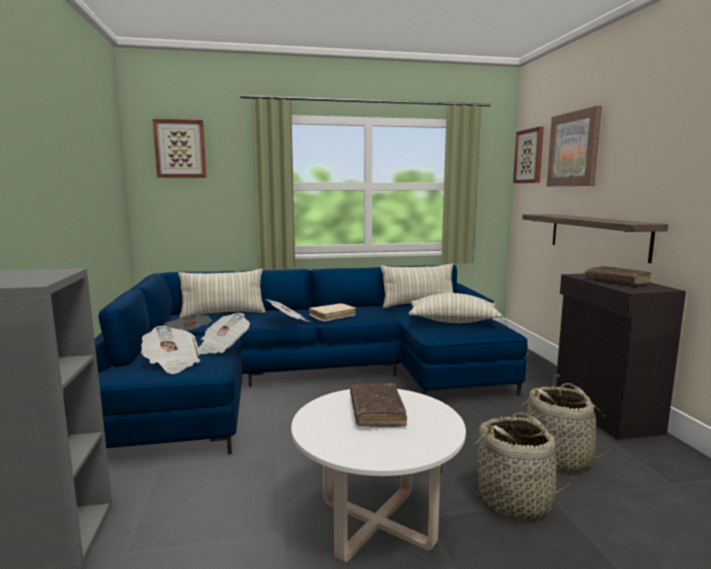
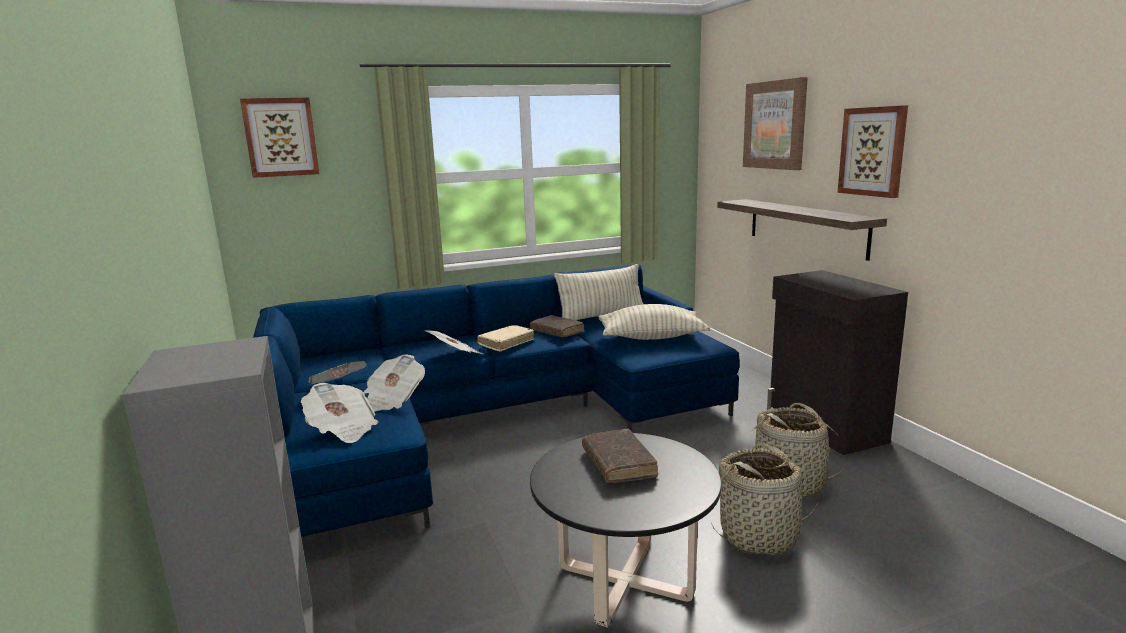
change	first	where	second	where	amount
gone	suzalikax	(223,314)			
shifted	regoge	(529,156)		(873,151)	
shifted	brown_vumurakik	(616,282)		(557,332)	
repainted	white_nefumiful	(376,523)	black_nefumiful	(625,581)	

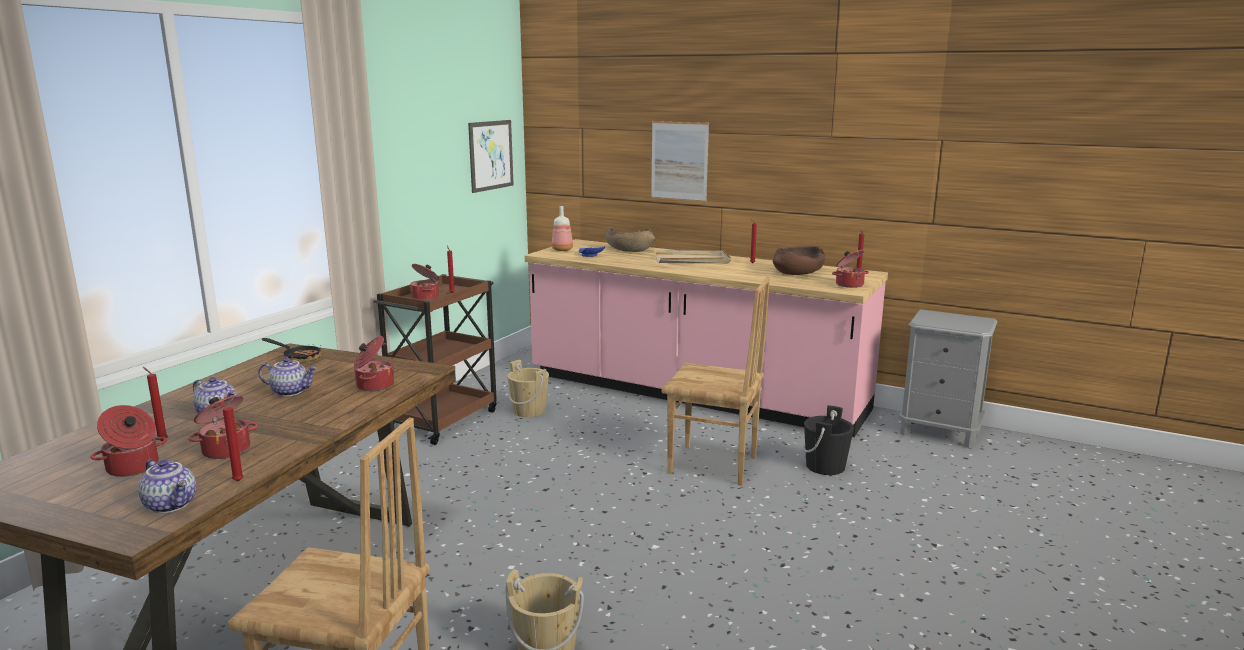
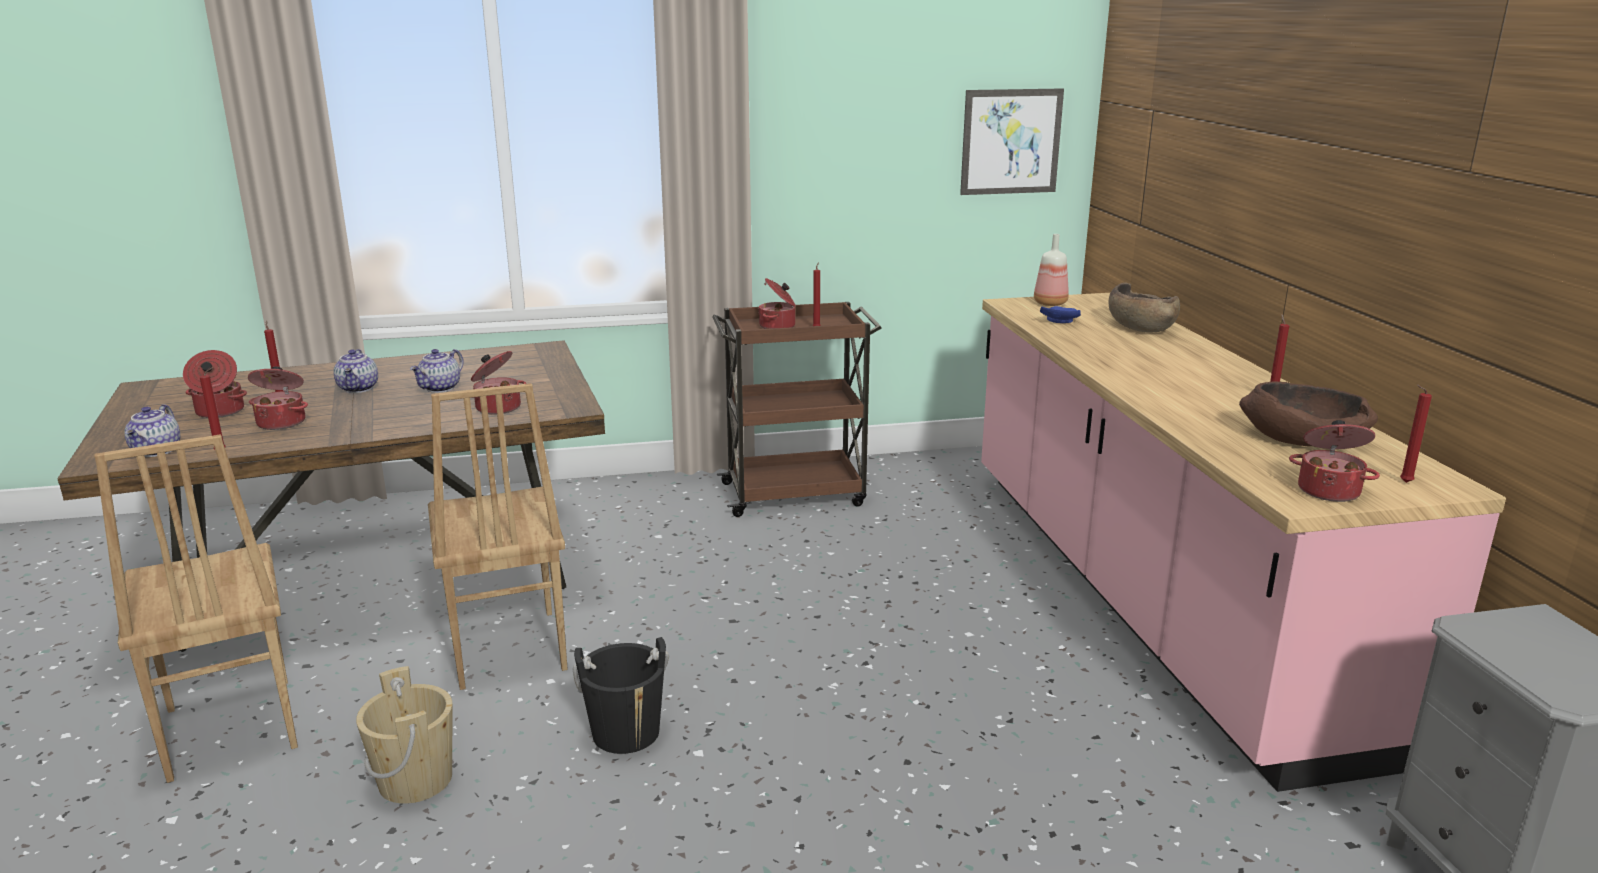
change	first	where	second	where	amount
gone	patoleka	(297,358)			
gone	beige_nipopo	(529,411)			
gone	regoge	(679,161)			
gone	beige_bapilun	(692,260)			
shifted	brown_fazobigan	(713,466)		(505,650)	
shifted	black_nipopo	(825,466)		(626,733)	
rotated	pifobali	(291,391)		(440,388)	60 degrees clockwise

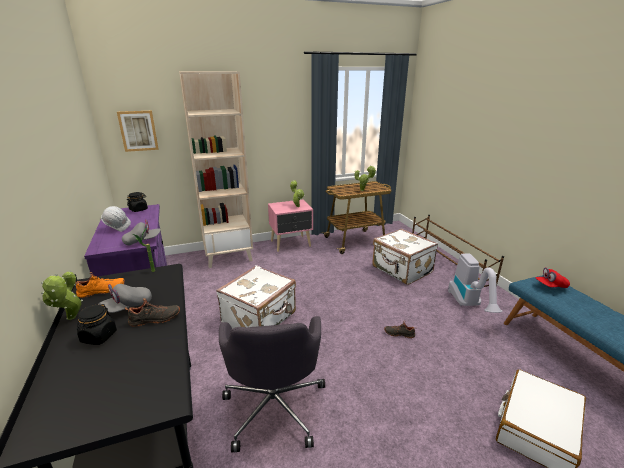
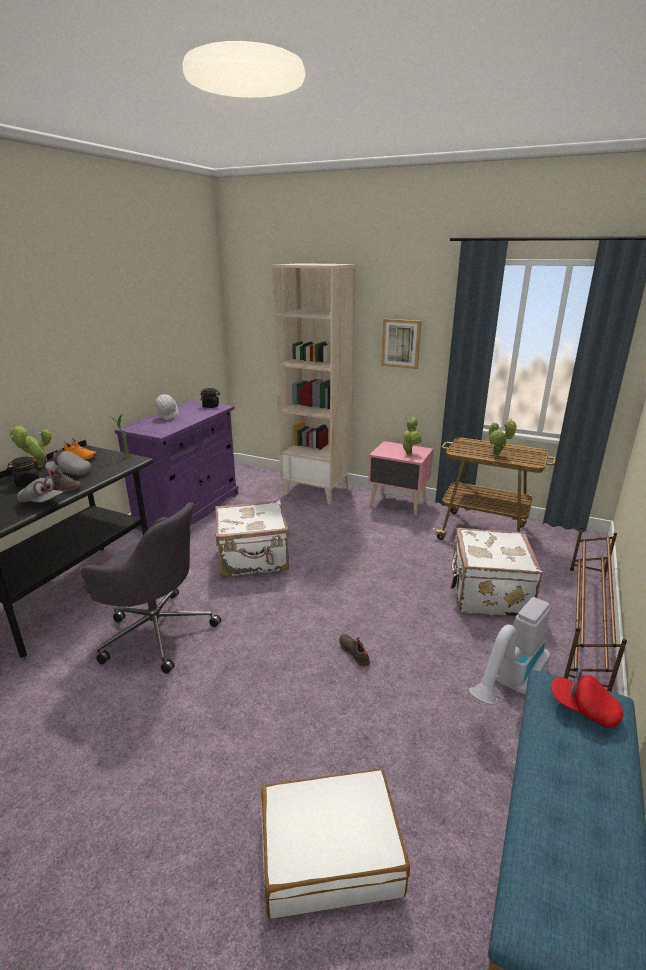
change	first	where	second	where	amount
shifted	regoge	(138,131)		(401,343)	
shifted	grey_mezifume	(142,241)		(42,502)	
rotated	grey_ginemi	(274,406)		(156,631)	105 degrees counterclockwise

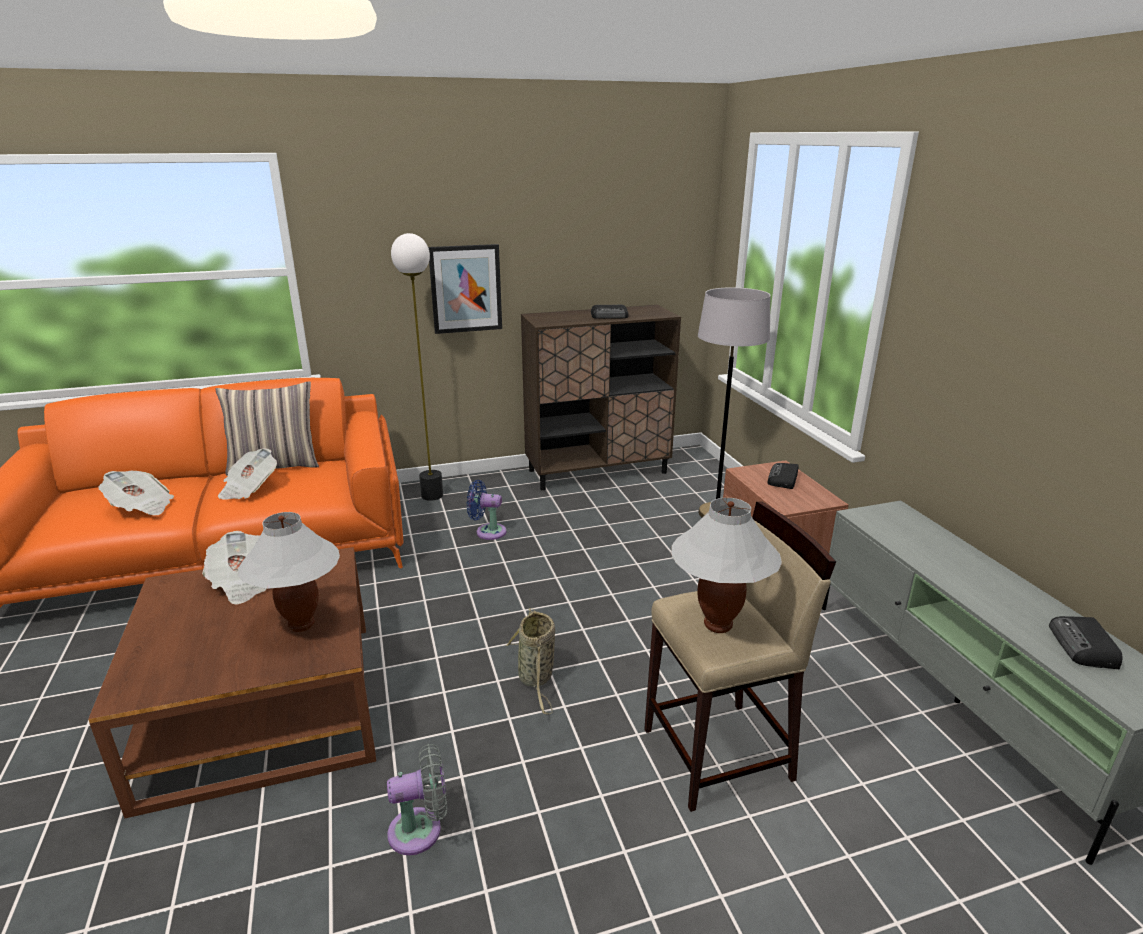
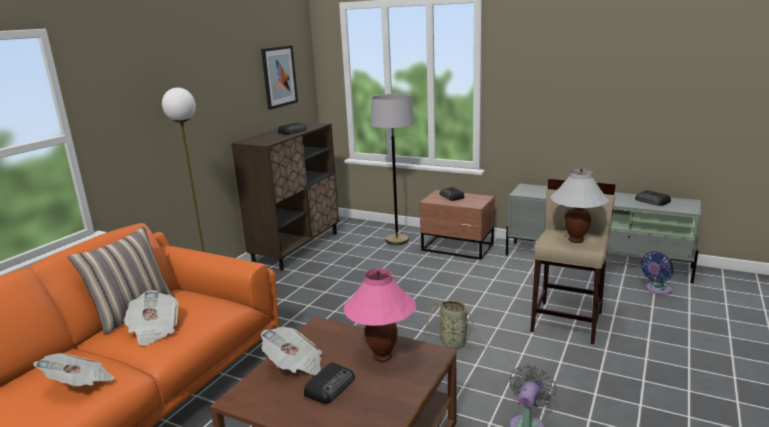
change	first	where	second	where	amount
new			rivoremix	(330,386)	
shifted	regoge	(466,289)		(279,76)	
shifted	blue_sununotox	(487,531)		(657,290)	
repainted	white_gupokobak	(301,624)	pink_gupokobak	(382,356)	

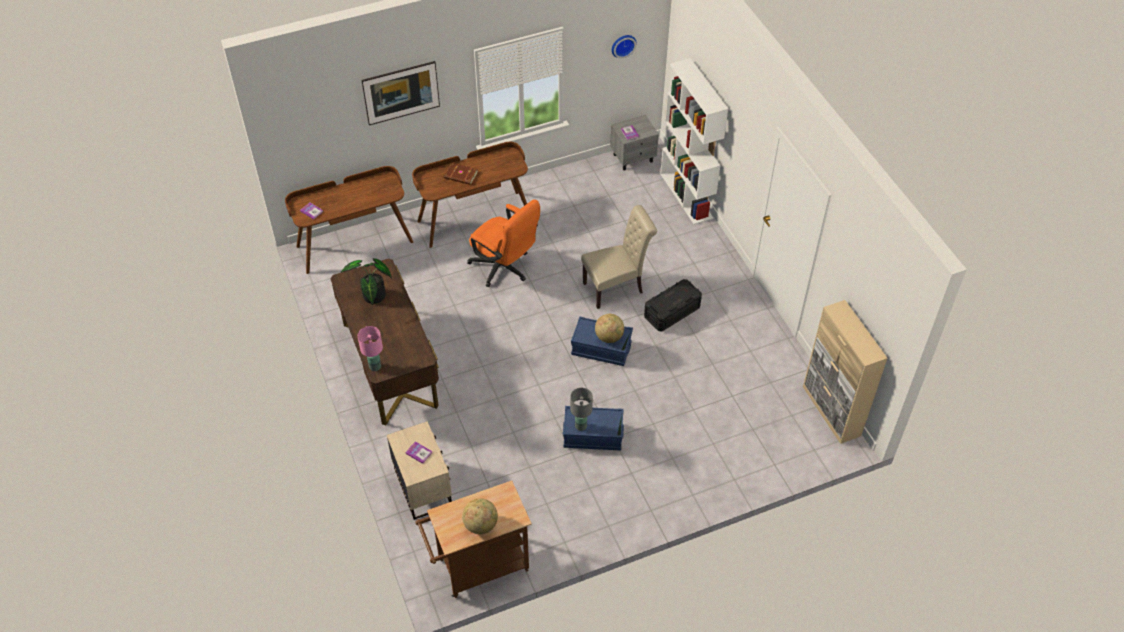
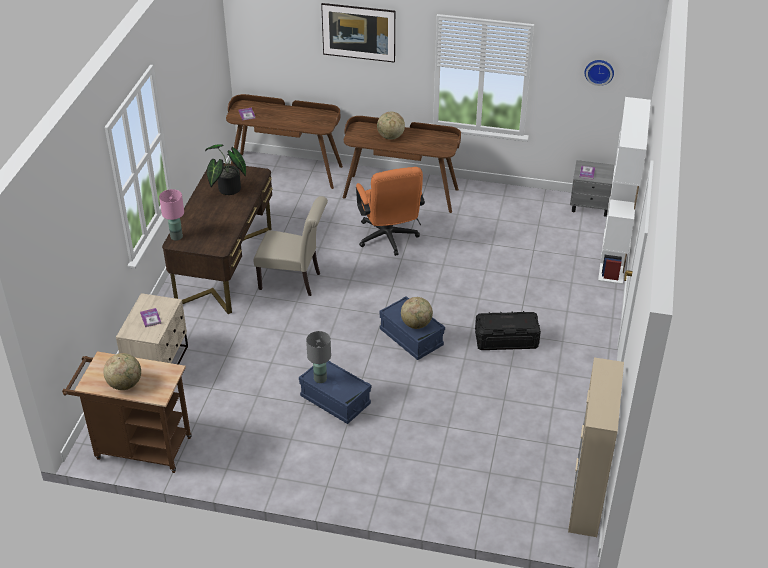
change	first	where	second	where	amount
shifted	beige_fazobigan	(616,287)		(294,281)	
swapped	brown_vumurakik	(460,175)	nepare	(390,137)	

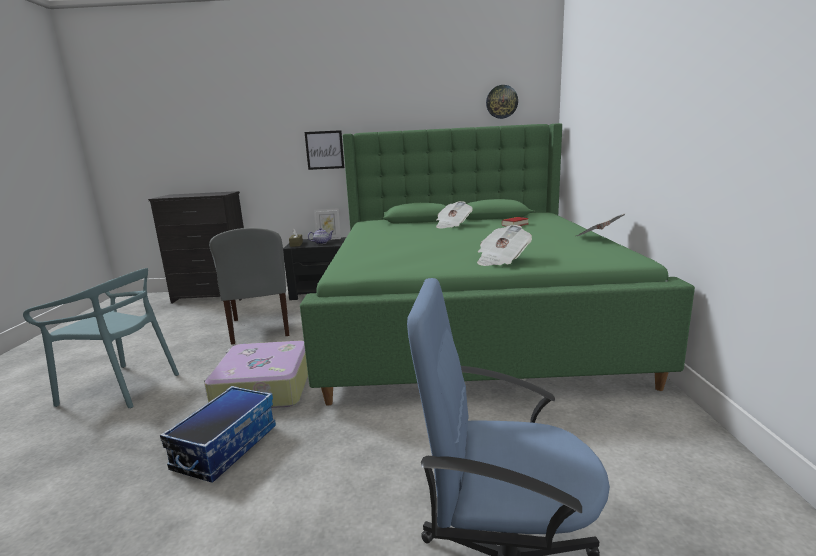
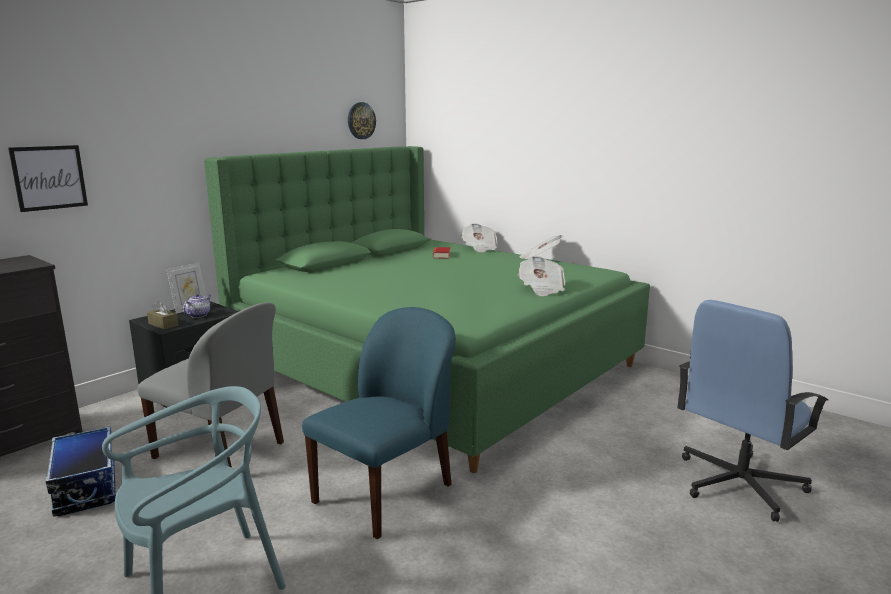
change	first	where	second	where	amount
shifted	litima	(225,447)		(85,487)	
shifted	regoge	(324,150)		(49,177)	
shifted	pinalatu	(452,225)		(479,248)	
swapped	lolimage	(263,388)	blue_fazobigan	(386,492)	

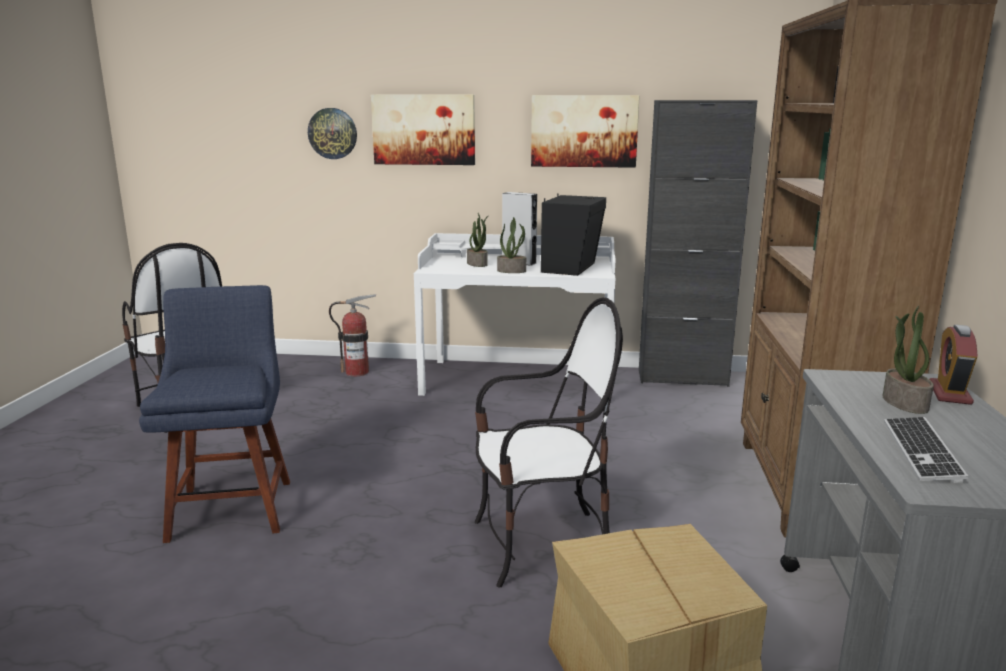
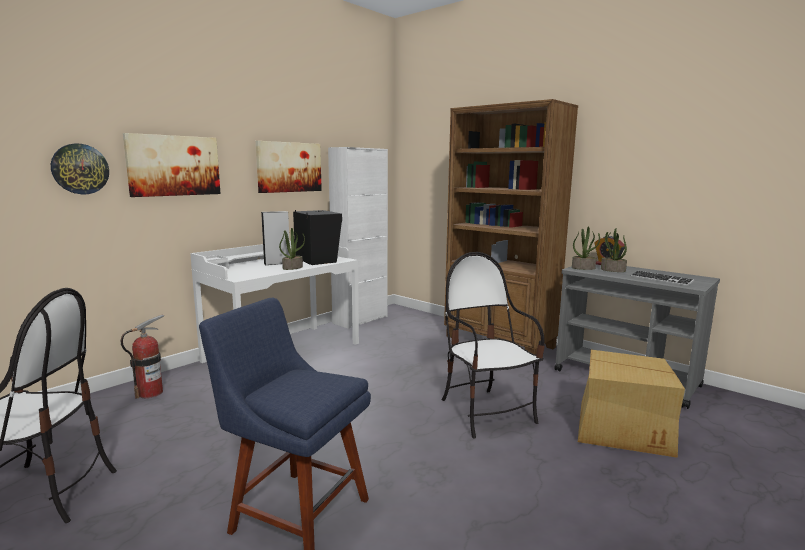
change	first	where	second	where	amount
shifted	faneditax	(477,264)		(583,268)	
repainted	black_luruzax	(682,378)	white_luruzax	(360,320)	
rotated	fazobigan	(542,545)		(486,412)	45 degrees counterclockwise

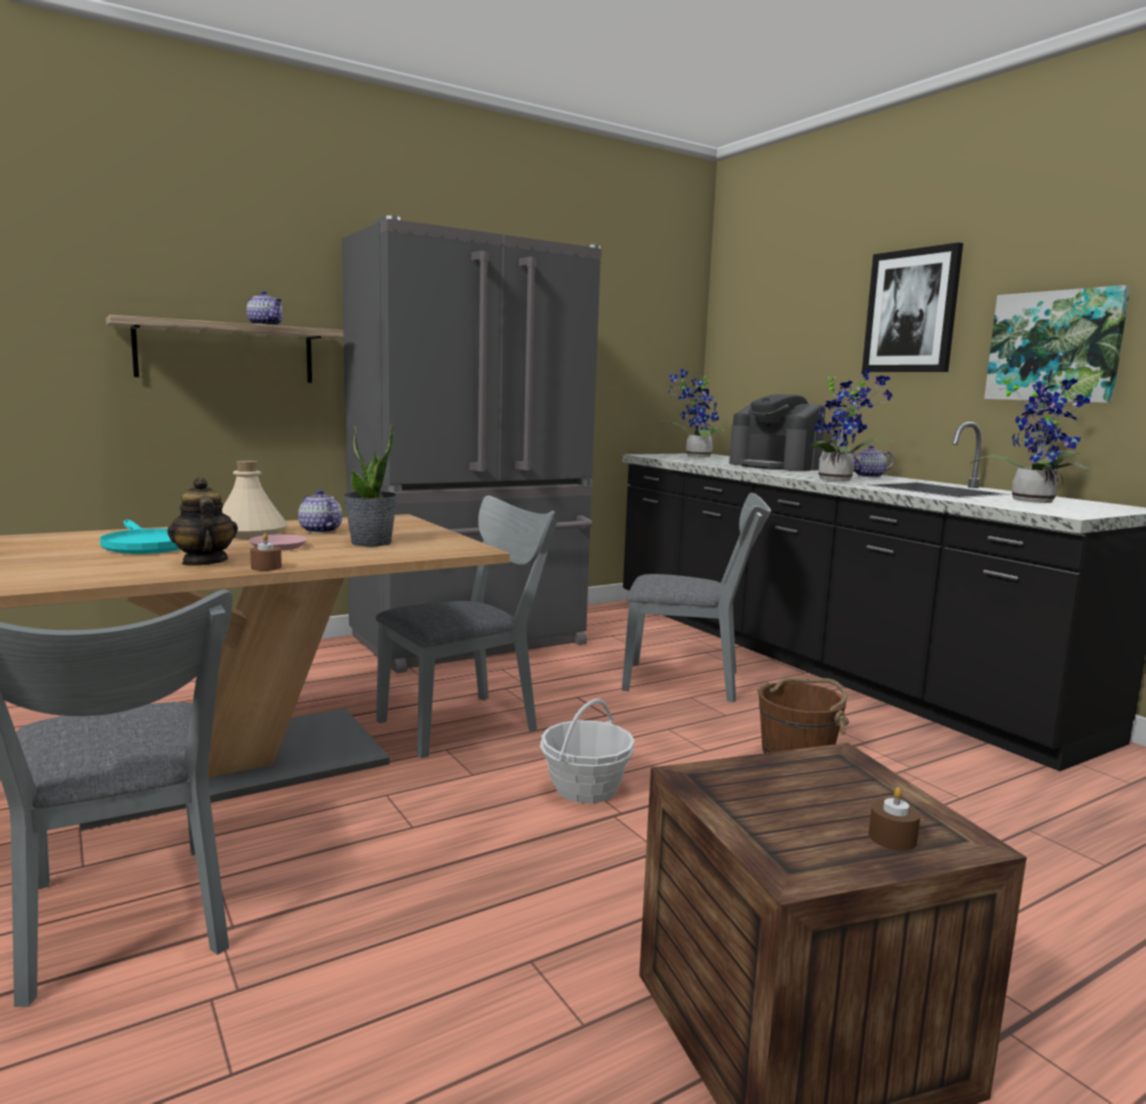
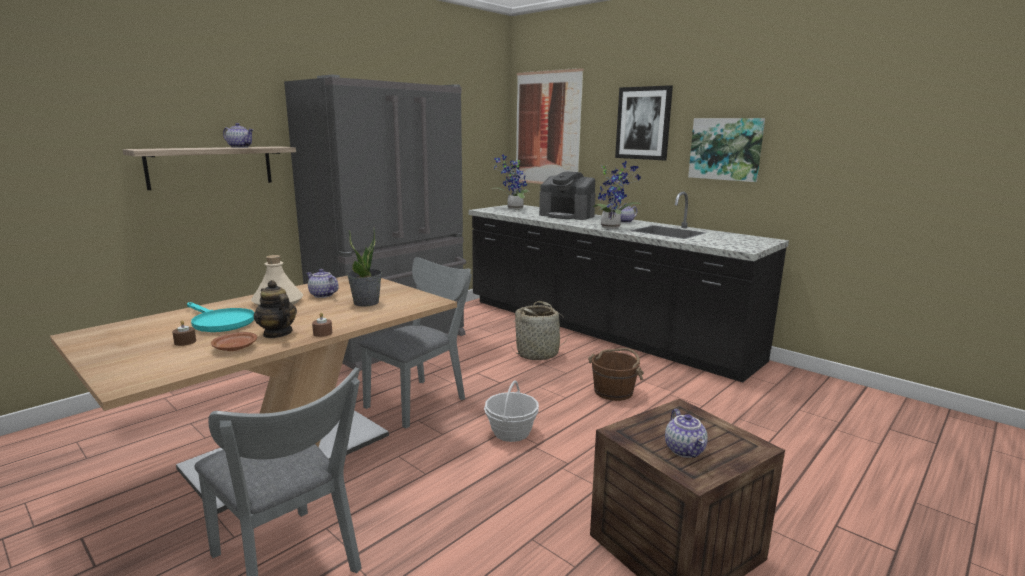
change	first	where	second	where	amount
gone	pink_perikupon	(278,546)			
gone	faneditax	(1033,501)			
new			brown_perikupon	(235,348)	
new			regoge	(547,128)	
new			pifobali	(685,450)	
shifted	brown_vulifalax	(892,838)		(185,342)	
swapped	grey_fazobigan	(691,682)	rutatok	(538,353)	

